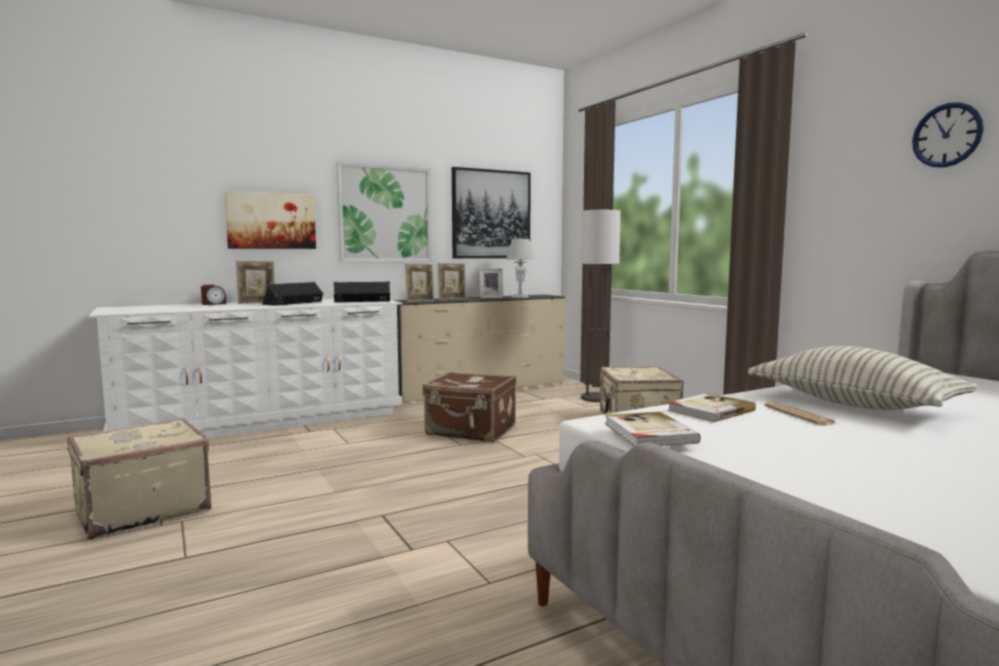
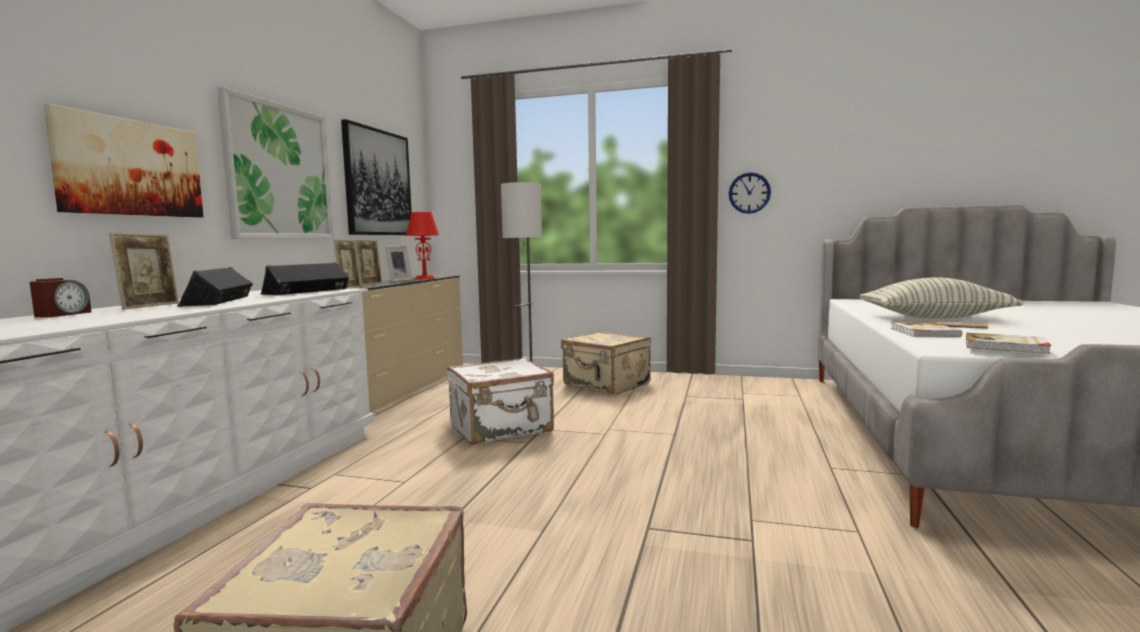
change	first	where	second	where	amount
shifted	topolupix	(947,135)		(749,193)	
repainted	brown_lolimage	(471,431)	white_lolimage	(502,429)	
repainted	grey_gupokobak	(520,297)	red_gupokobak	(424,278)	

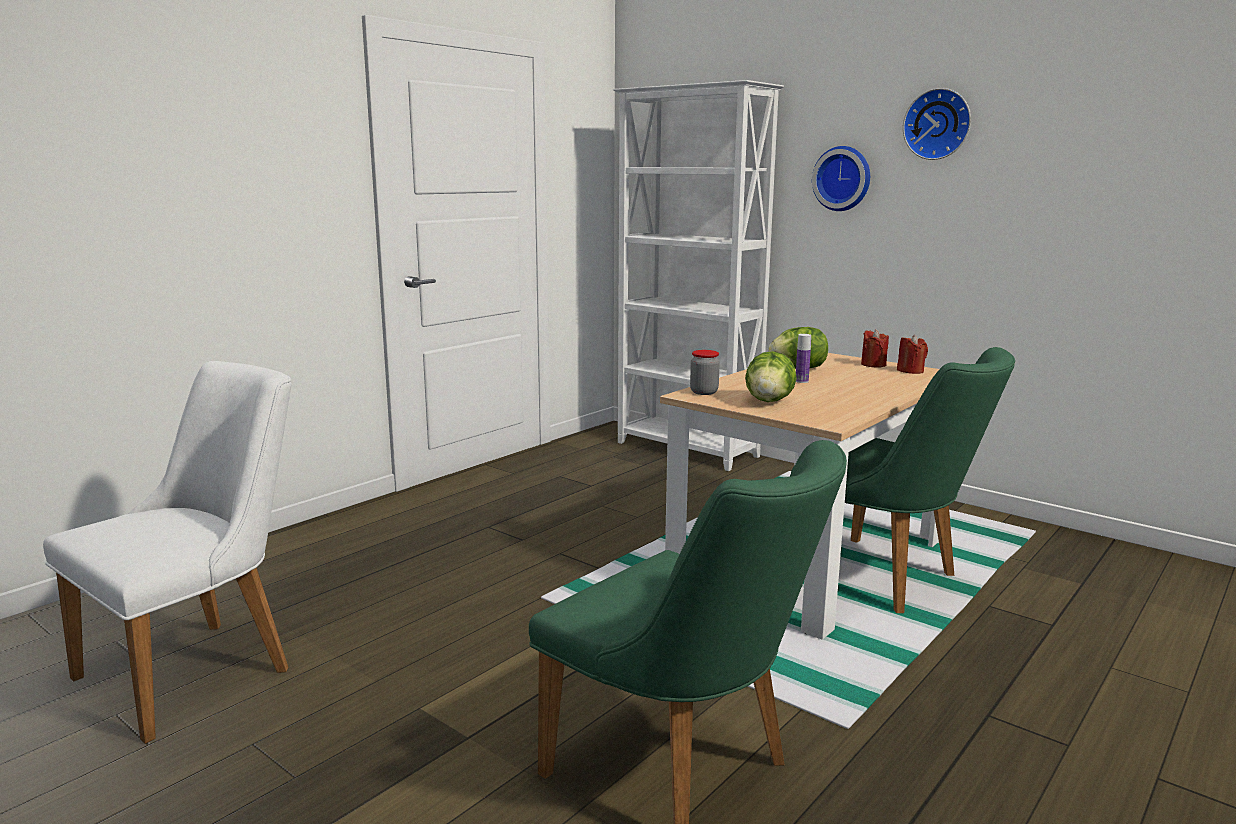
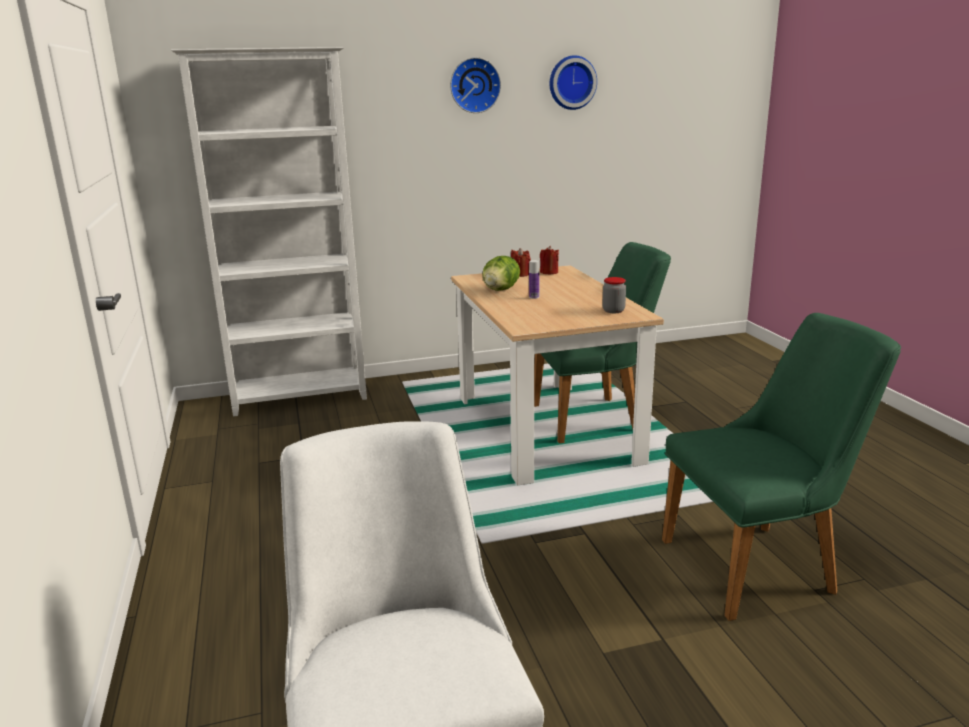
change	first	where	second	where	amount
gone	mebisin	(769,401)			
shifted	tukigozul	(704,392)		(613,311)	
shifted	topolupix	(843,178)		(571,82)	

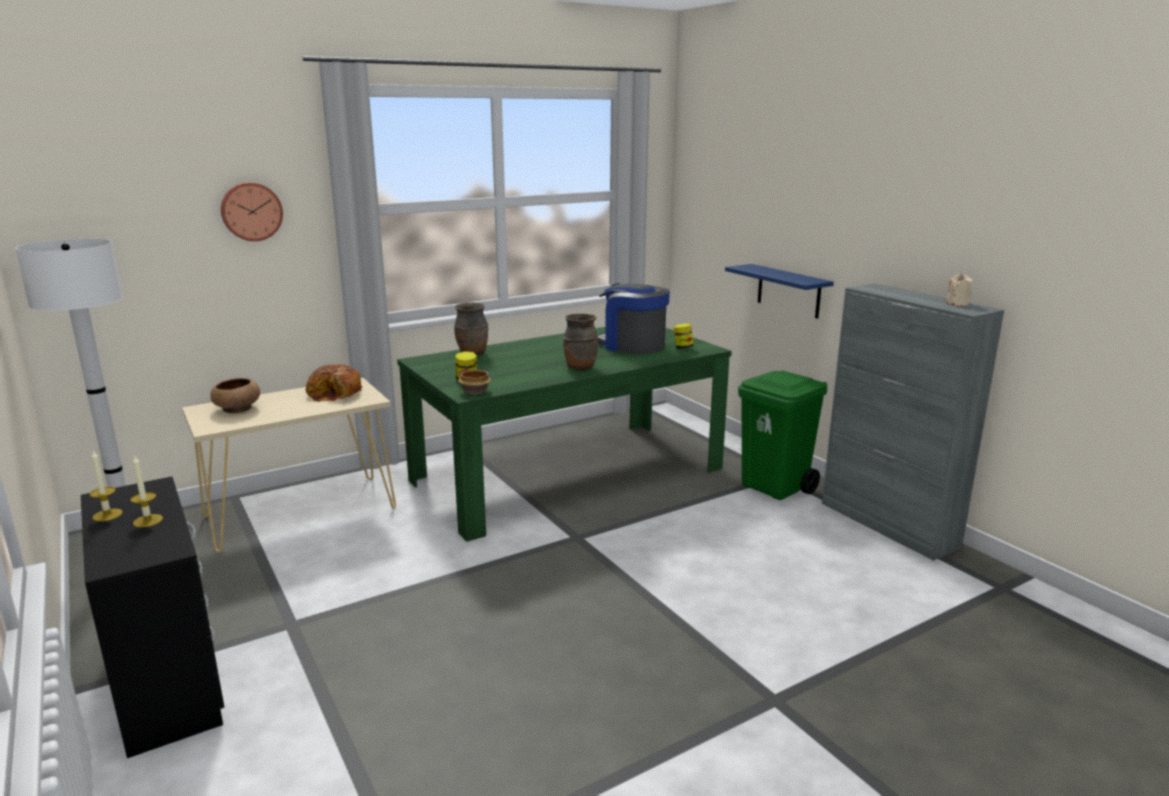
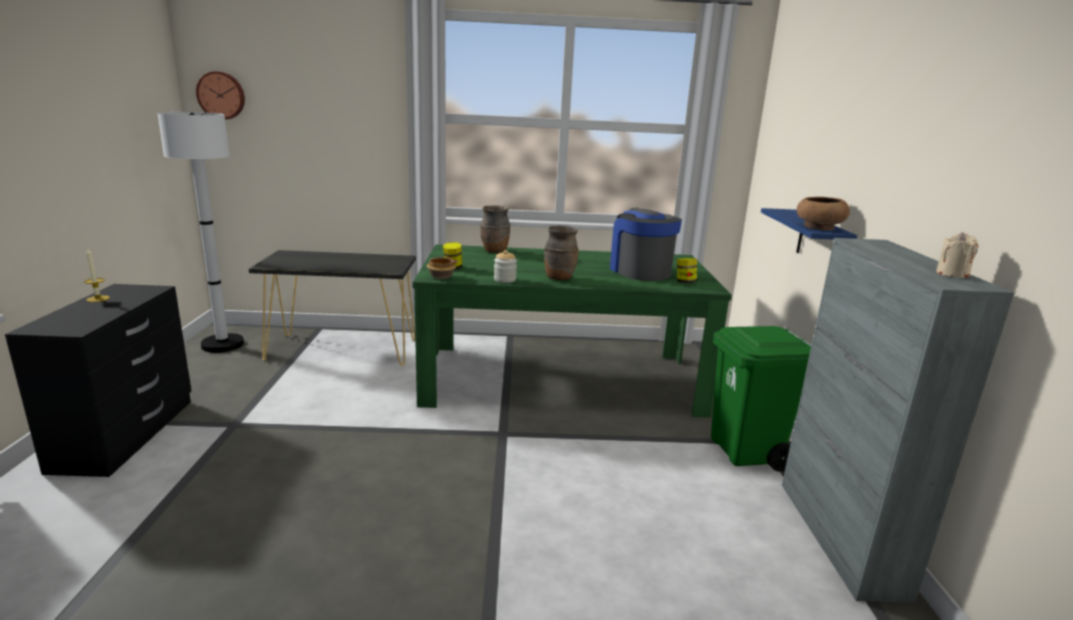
change	first	where	second	where	amount
gone	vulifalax	(148,521)			
gone	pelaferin	(336,393)			
new			tukigozul	(504,280)	
shifted	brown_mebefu	(237,409)		(819,227)	
shifted	topolupix	(251,211)		(221,95)	
repainted	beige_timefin	(302,512)	black_timefin	(343,350)	

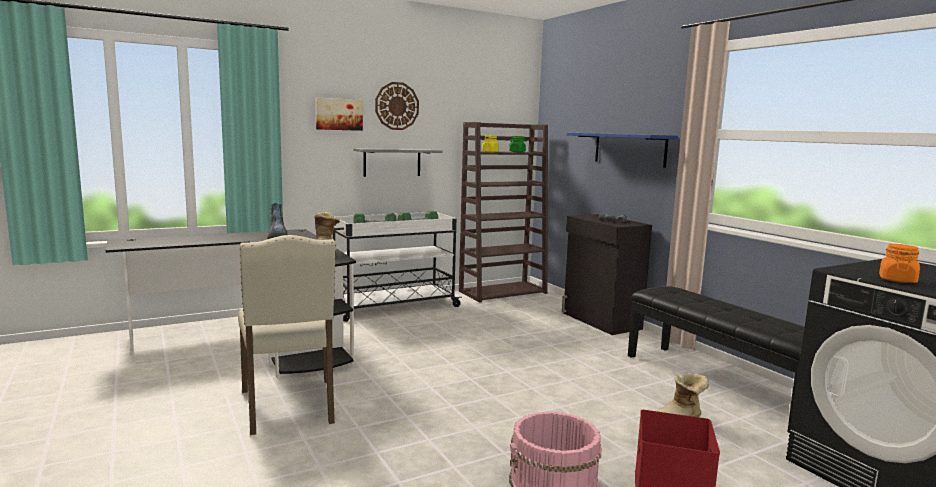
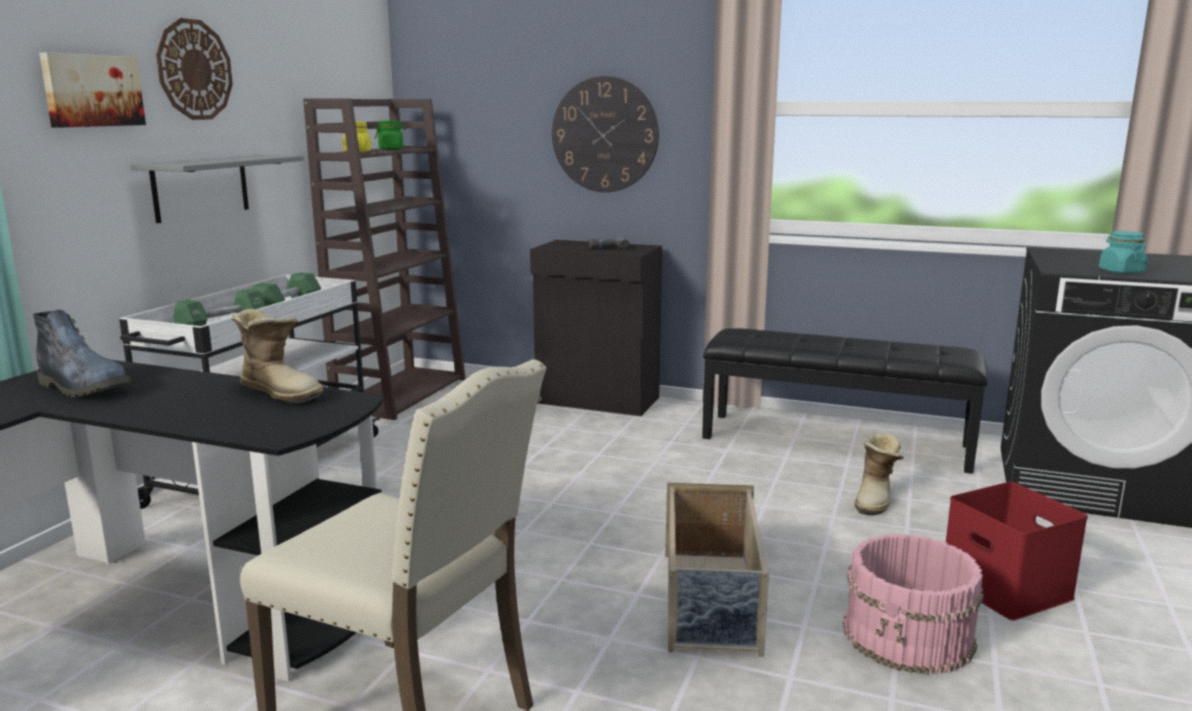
change	first	where	second	where	amount
new			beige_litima	(711,602)	
swapped	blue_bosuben	(629,149)	topolupix	(604,135)	
repainted	orange_tukigozul	(897,280)	turquoise_tukigozul	(1121,271)	

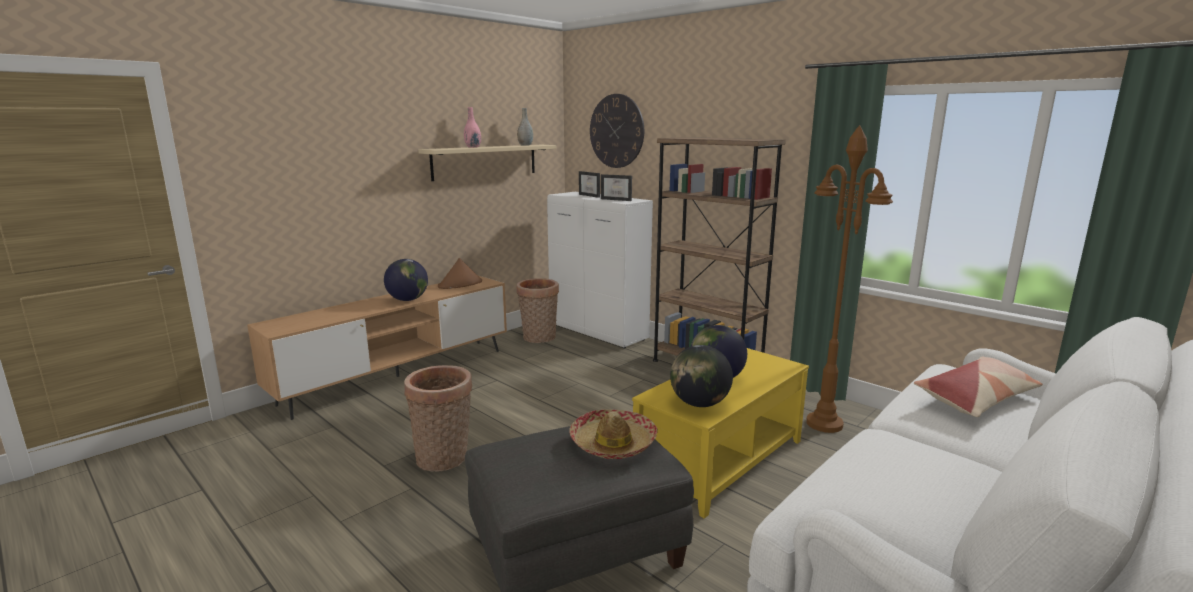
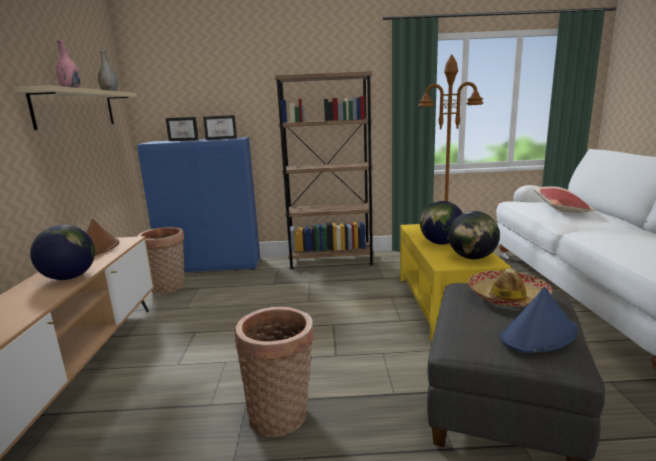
change	first	where	second	where	amount
gone	topolupix	(616,131)			
new			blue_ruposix	(539,335)	
repainted	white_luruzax	(598,332)	blue_luruzax	(212,266)	

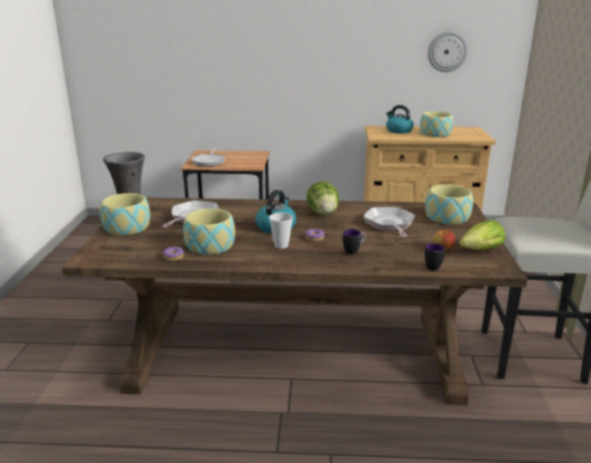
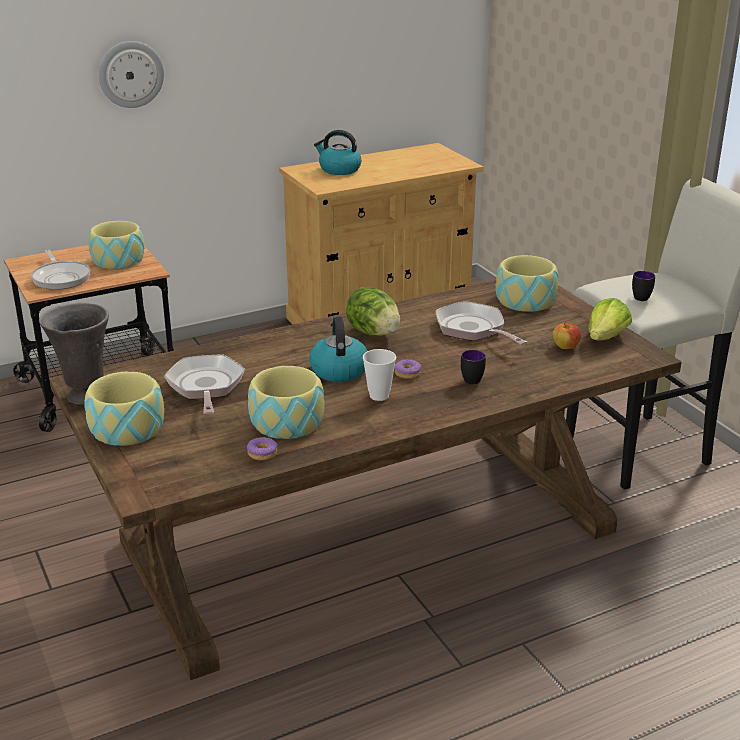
change	first	where	second	where	amount
shifted	mebefu	(435,133)		(118,259)	
shifted	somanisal	(433,266)		(640,296)	
shifted	topolupix	(447,51)		(130,74)	

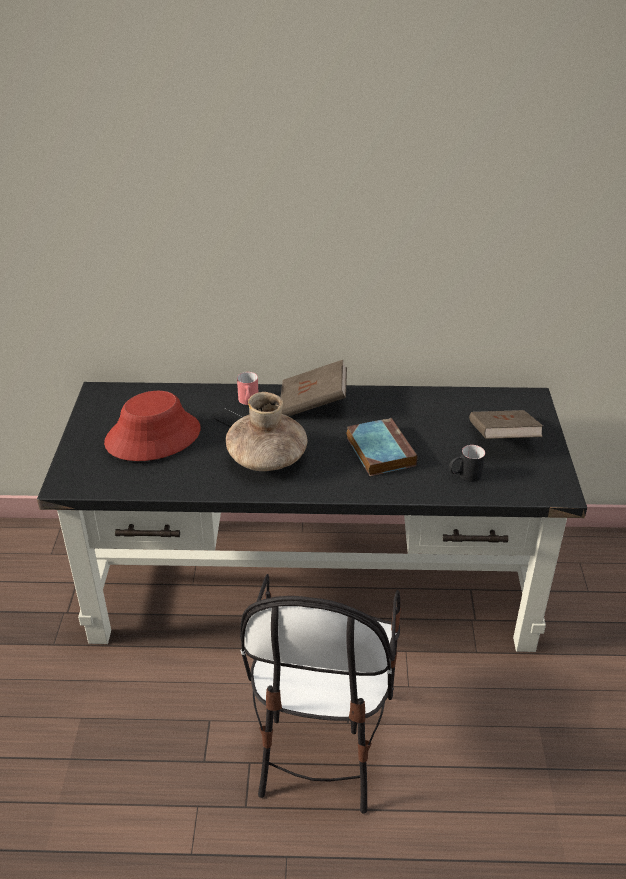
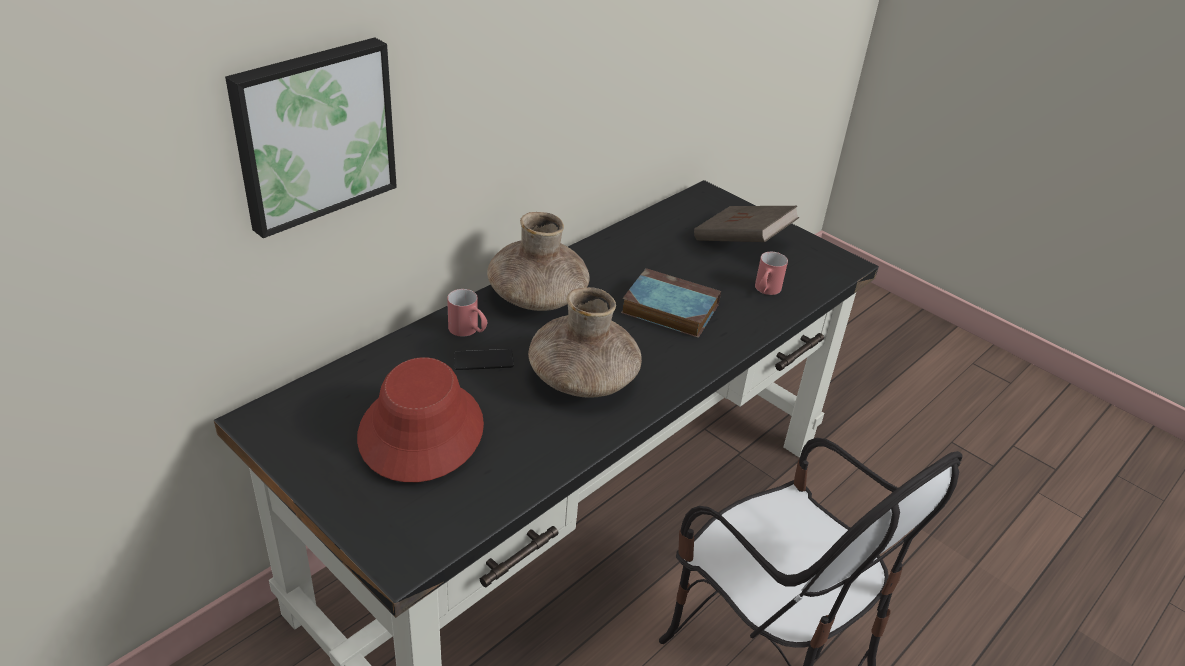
change	first	where	second	where	amount
new			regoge	(313,133)	
swapped	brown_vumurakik	(313,404)	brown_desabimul	(537,297)	
repainted	black_somanisal	(464,475)	red_somanisal	(765,291)	

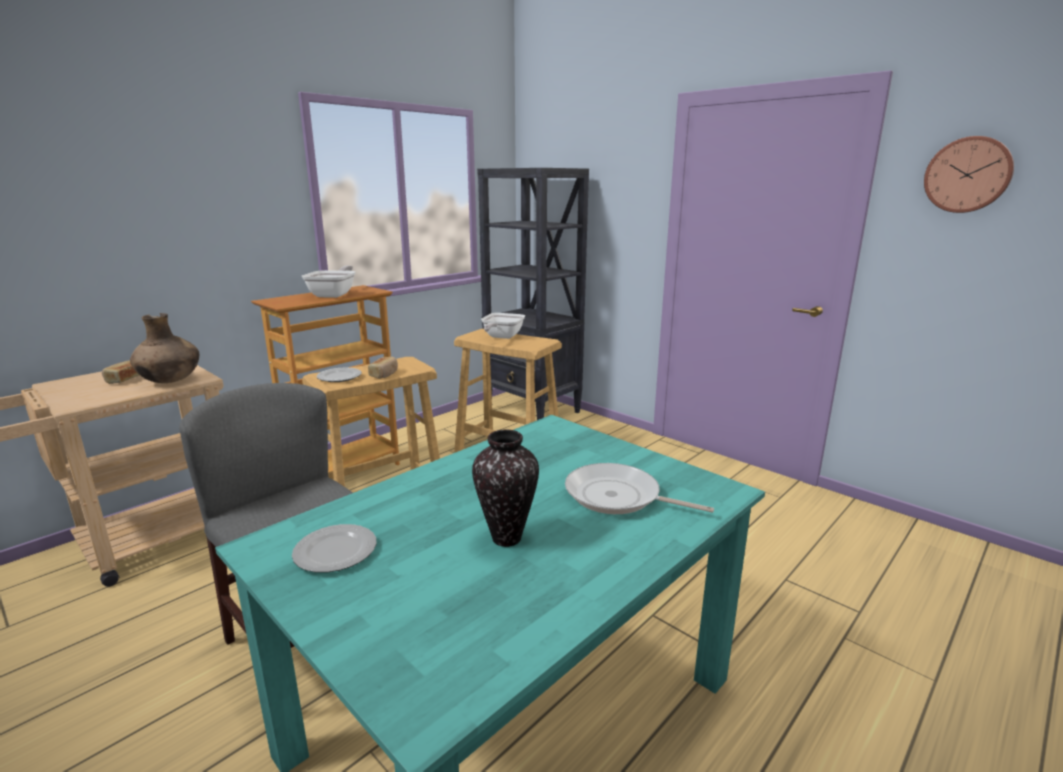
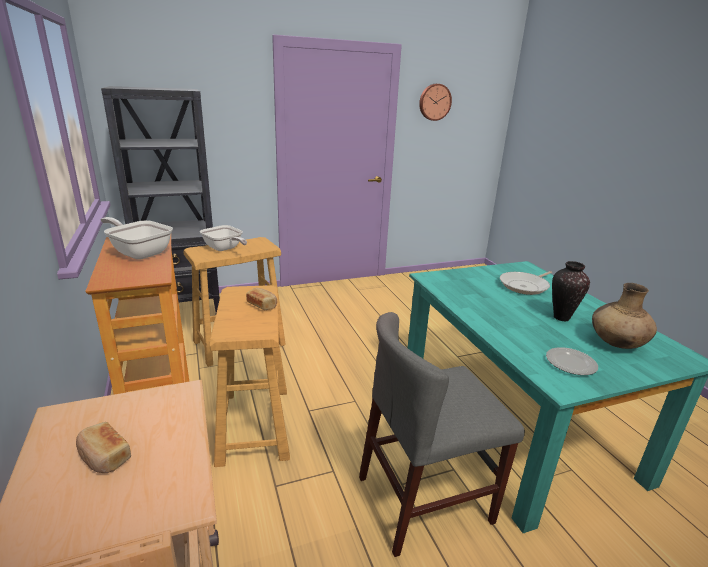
change	first	where	second	where	amount
gone	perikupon	(340,377)			
shifted	brown_desabimul	(171,381)		(616,343)	

